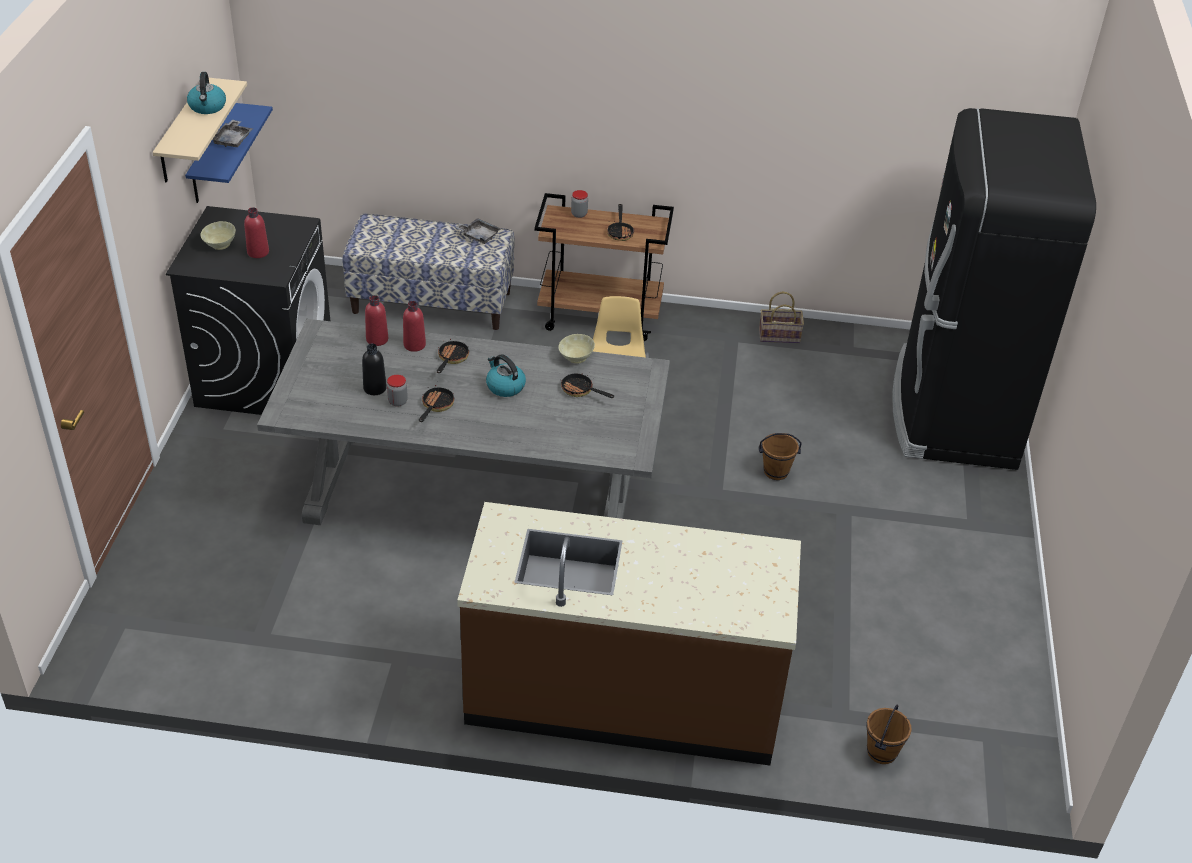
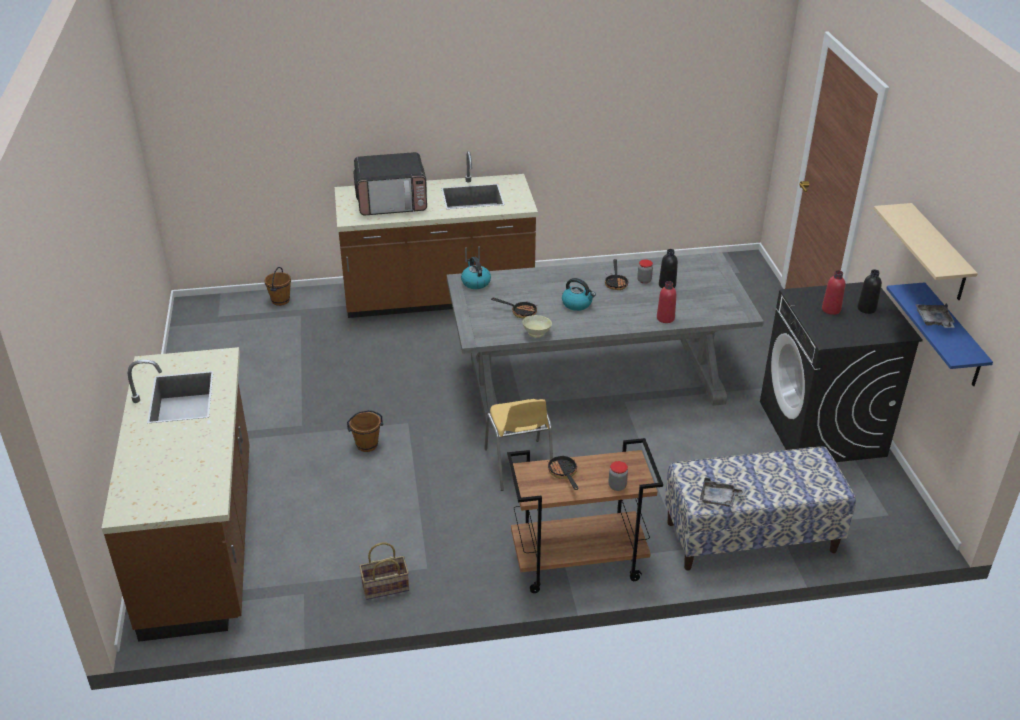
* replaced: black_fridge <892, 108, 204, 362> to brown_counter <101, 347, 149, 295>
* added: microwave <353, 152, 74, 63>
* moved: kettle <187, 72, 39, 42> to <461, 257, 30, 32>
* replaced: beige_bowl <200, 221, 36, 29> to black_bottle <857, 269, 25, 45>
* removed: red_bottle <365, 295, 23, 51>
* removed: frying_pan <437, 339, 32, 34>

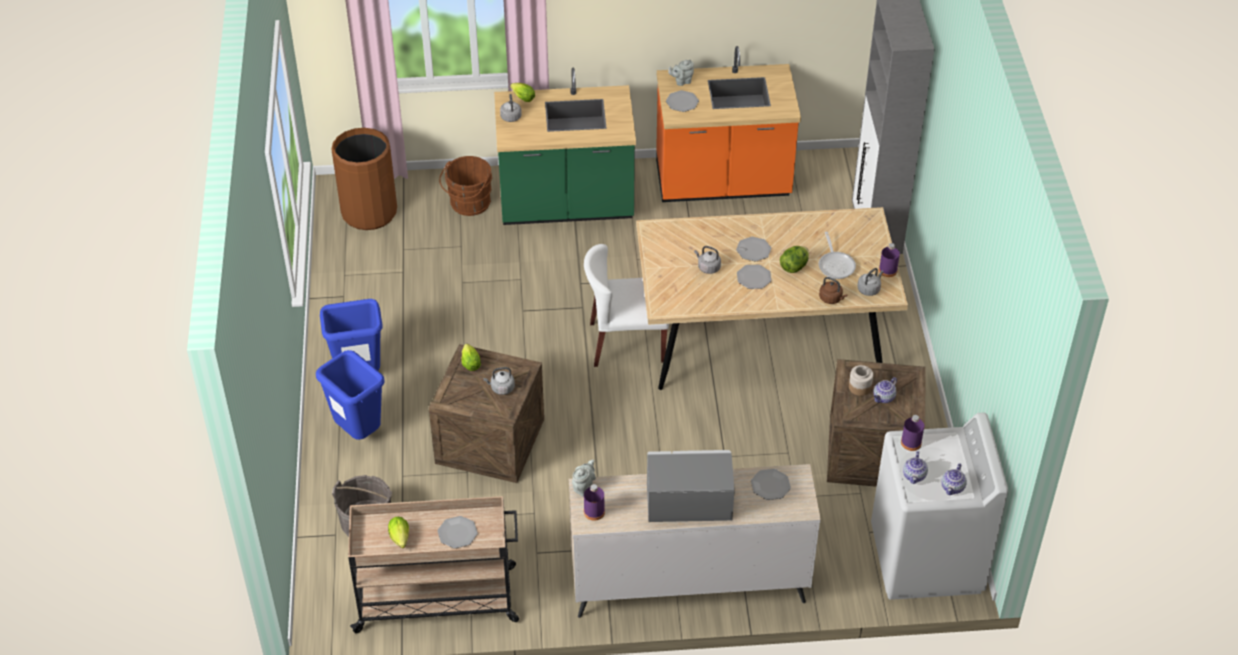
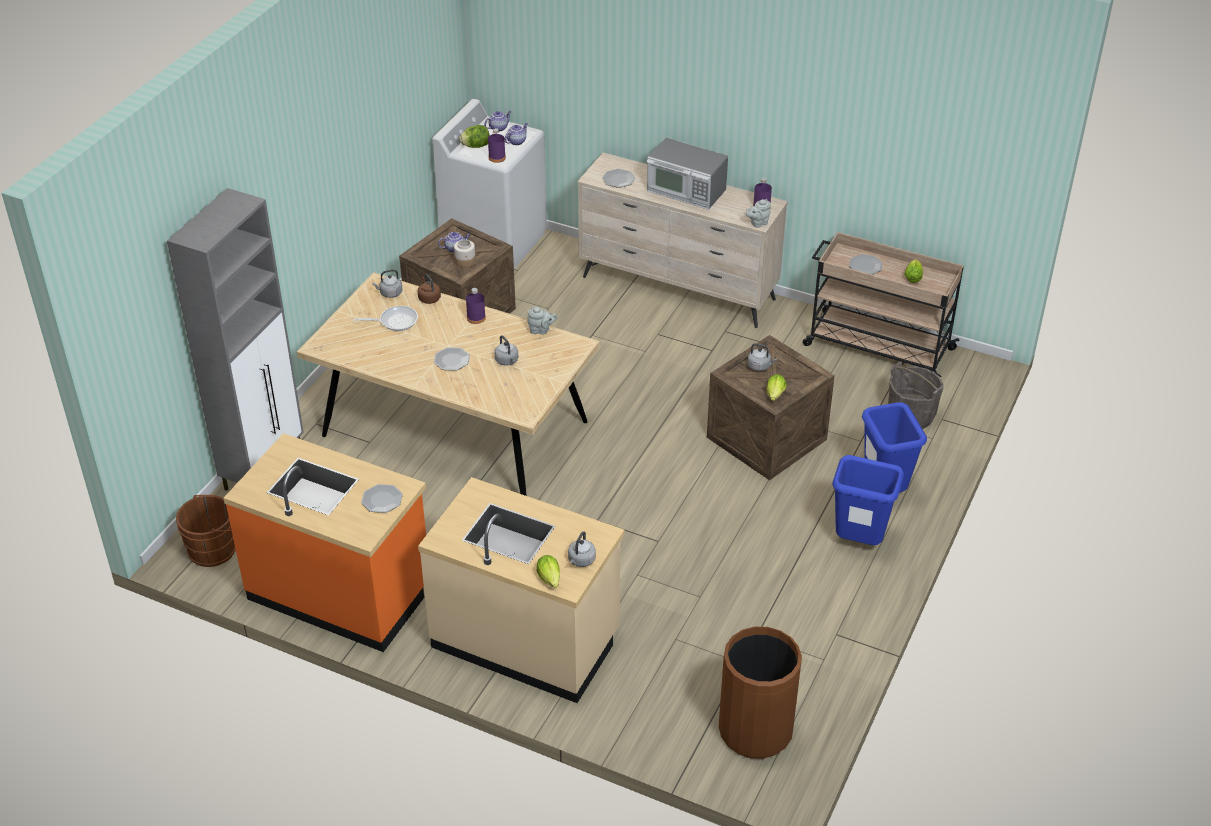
* moved: brown_bucket <439, 156, 53, 60> to <176, 495, 60, 72>
* turned: frying_pan <819, 232, 37, 47> = <353, 306, 65, 25> 60 degrees clockwise
* recoloured: green_counter <494, 68, 142, 157> to beige_counter <418, 477, 206, 226>
* moved: lettuce <780, 246, 29, 27> to <459, 125, 31, 23>
* moved: purple_bottle <879, 243, 21, 34> to <466, 288, 20, 36>
* moved: grey_teapot <668, 60, 26, 26> to <527, 307, 31, 28>
* removed: white_chair <584, 244, 85, 123>
* removed: plate <737, 265, 34, 24>

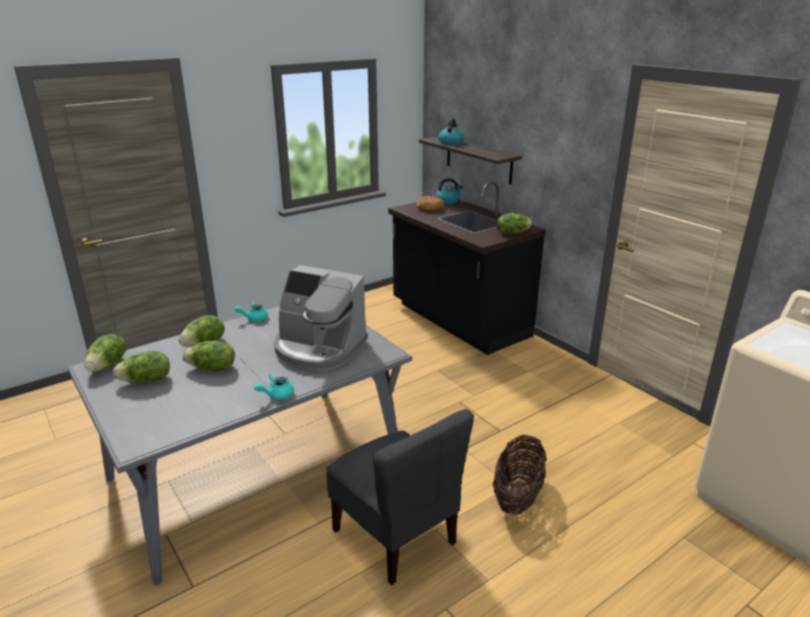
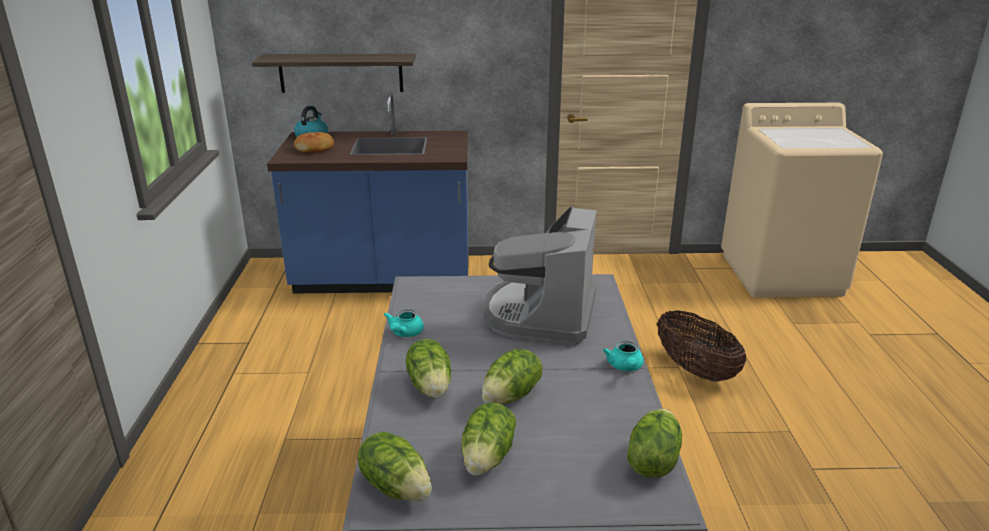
* recoloured: black_counter <388, 182, 158, 173> to blue_counter <267, 92, 202, 202>
* turned: coffee_machine <274, 265, 94, 106> = <484, 206, 113, 139> 135 degrees clockwise
* moved: lettuce <497, 213, 35, 21> to <627, 409, 55, 69>
* removed: grey_chair <326, 409, 148, 176>
* removed: kettle <439, 118, 25, 27>

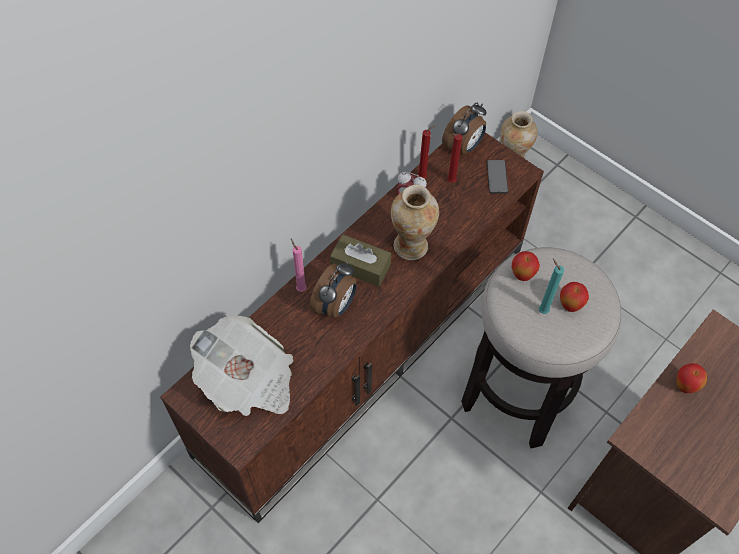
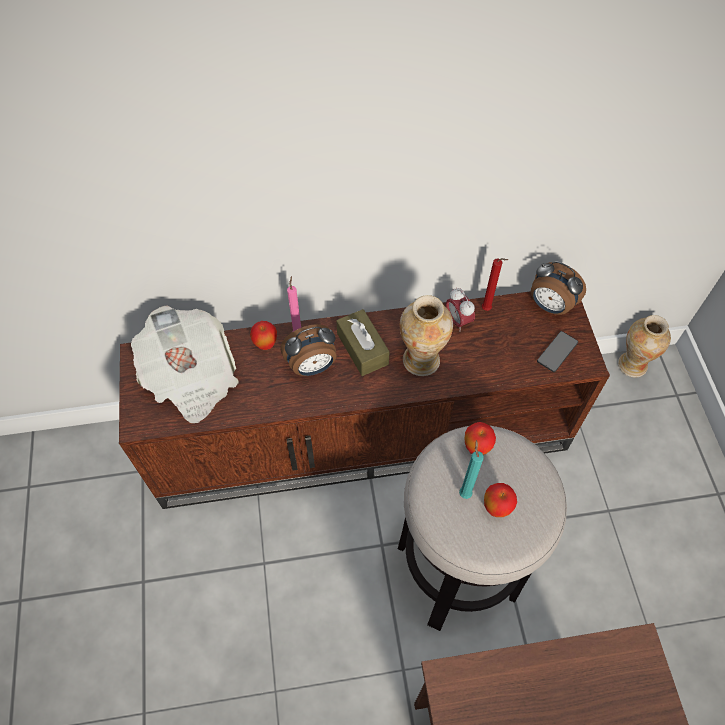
* moved: apple <676, 363, 31, 30> to <250, 321, 27, 29>
* turned: alarm_clock <442, 103, 45, 51> = <531, 261, 55, 54> 45 degrees clockwise
* removed: red_candle <447, 133, 15, 50>

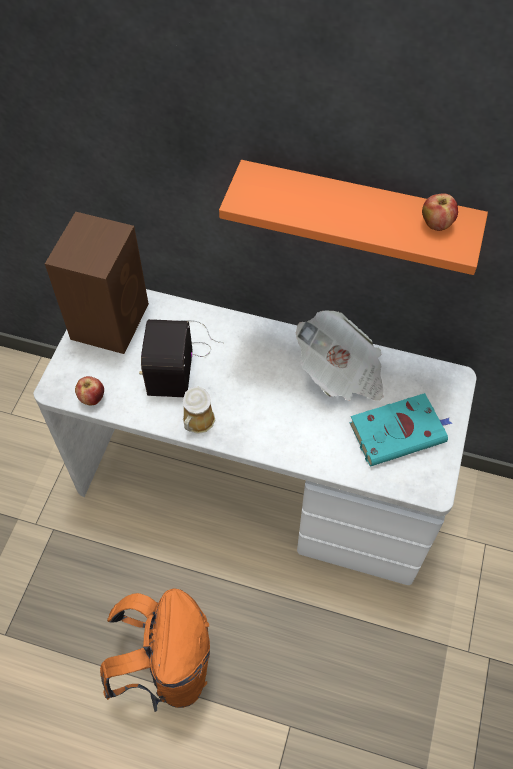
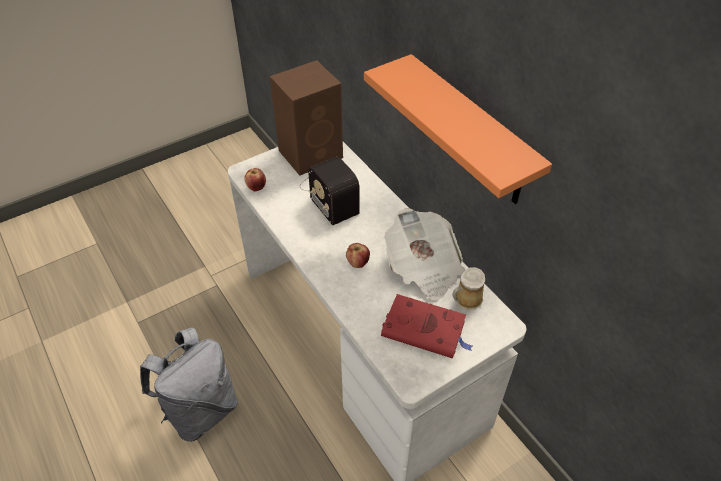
* recoloured: orange_backpack <100, 589, 110, 123> to grey_backpack <140, 327, 98, 115>
* turned: radio <139, 319, 85, 78> = <300, 157, 60, 68> 75 degrees counterclockwise
* moved: apple <422, 193, 36, 38> to <346, 243, 24, 25>
* recoloured: turquoise_book <350, 393, 102, 73> to red_book <381, 294, 92, 65>
* moved: mug <183, 386, 32, 48> to <452, 267, 33, 43>

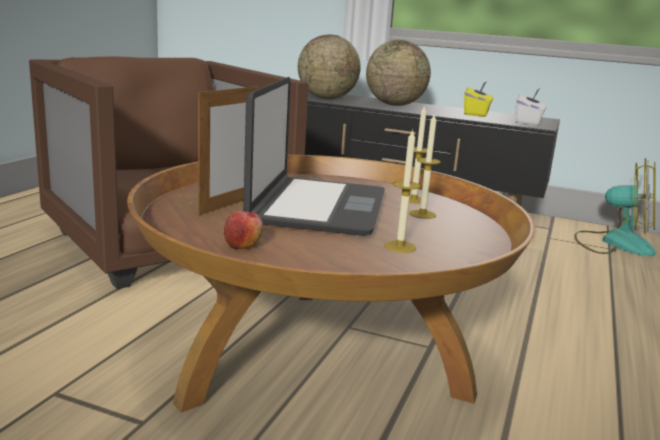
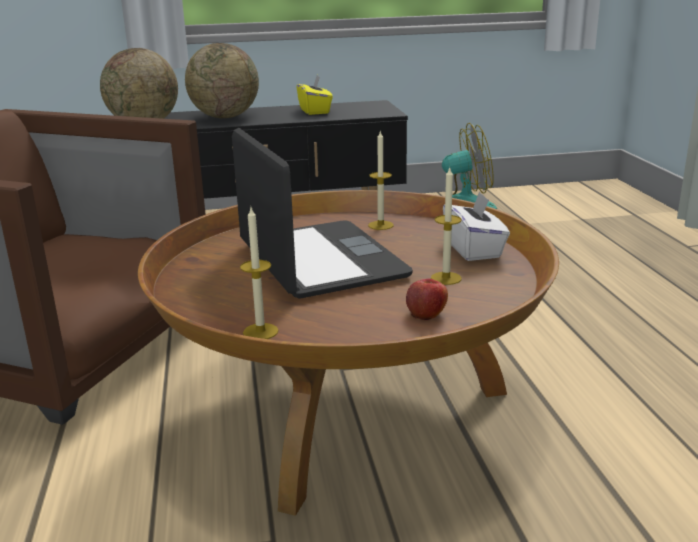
* moved: candle <409, 114, 32, 105> to <240, 208, 39, 131>
* moved: apple <224, 211, 39, 38> to <406, 279, 42, 41>
* moved: white_tissue_box <515, 88, 32, 38> to <443, 191, 67, 70>
* removed: picture_frame <198, 84, 61, 131>

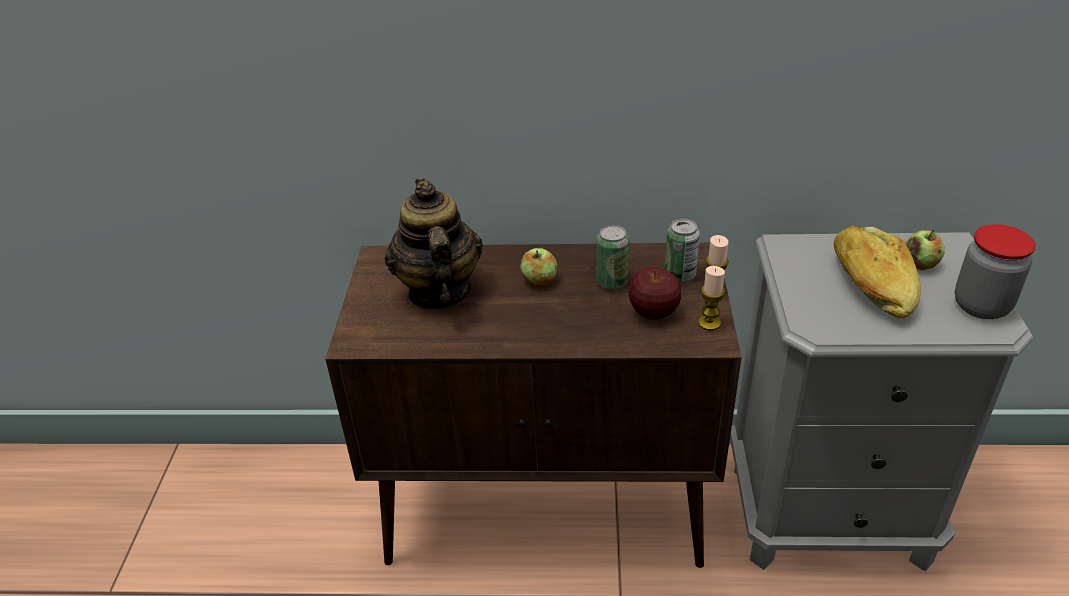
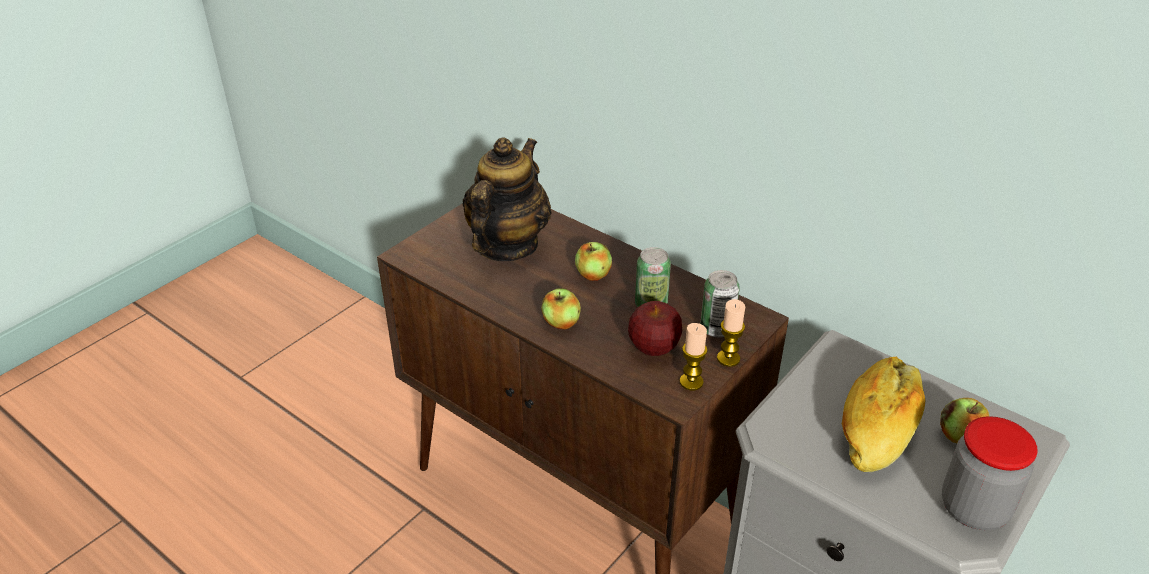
* added: apple <541, 288, 40, 42>

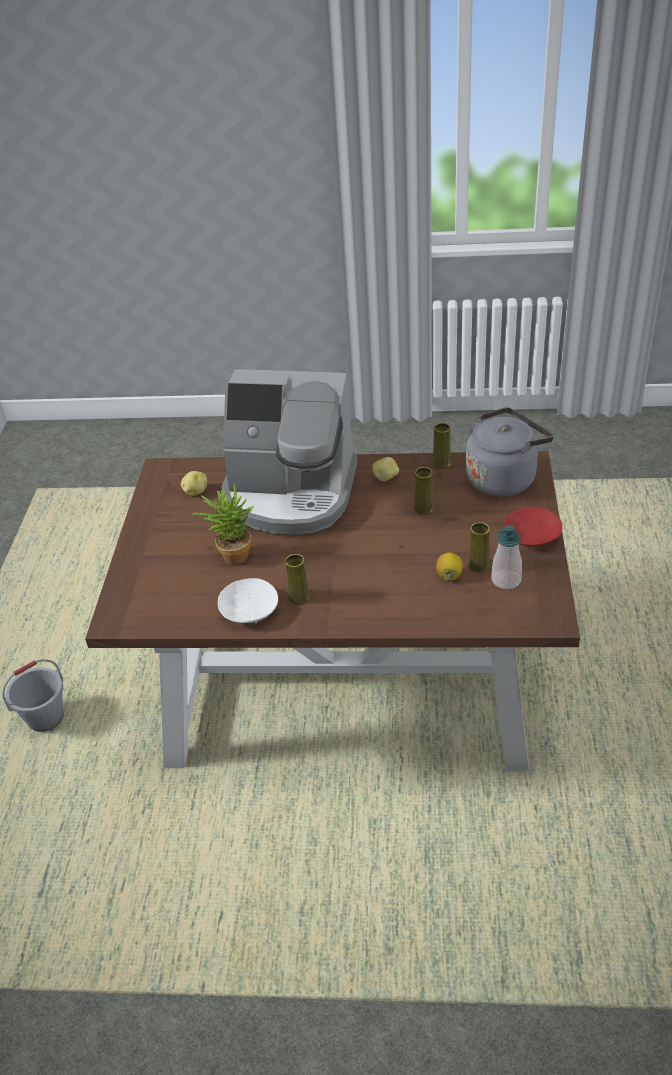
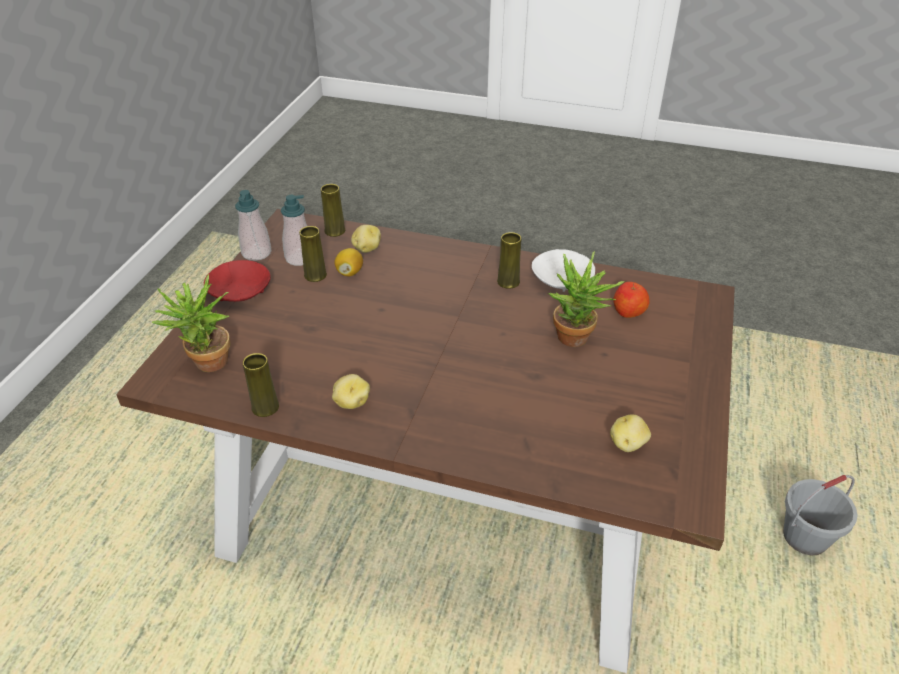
* replaced: grey_kettle <466, 407, 88, 90> to potted_plant <152, 274, 78, 98>
* added: soap_dispenser <235, 190, 36, 71>
* moved: yellow_vase <414, 467, 20, 48> to <321, 184, 24, 53>
* added: potato <351, 225, 30, 28>
* added: apple <614, 282, 35, 36>
* removed: coffee_machine <222, 369, 136, 166>

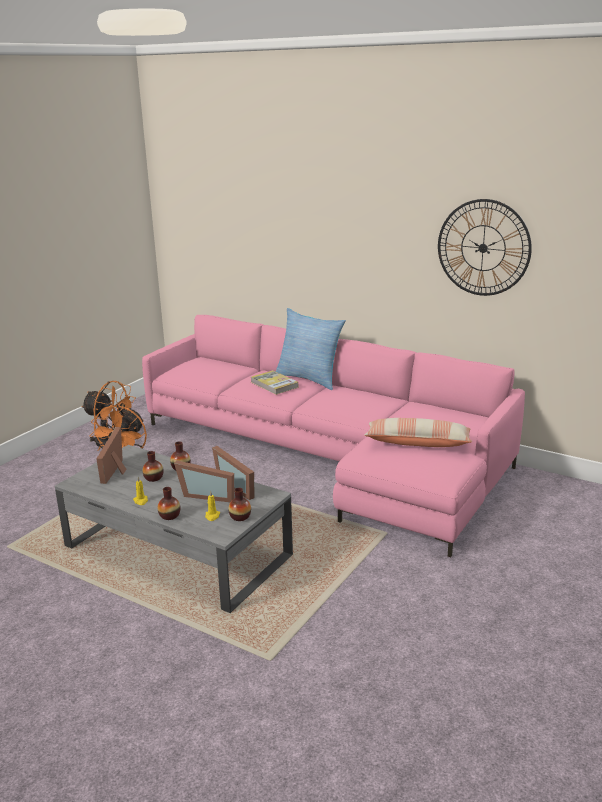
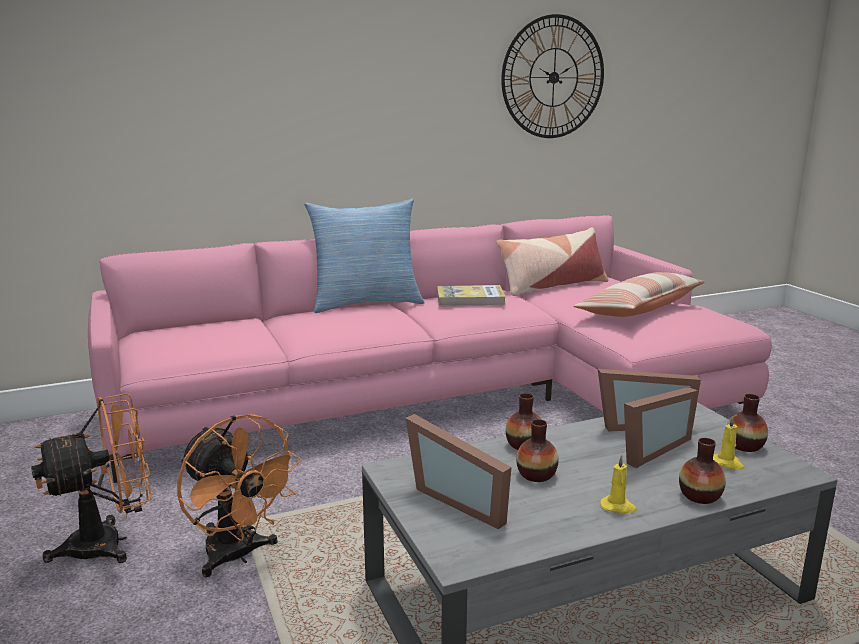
* moved: book <251, 370, 47, 25> to <437, 285, 69, 21>
* added: pillow <496, 228, 112, 68>

